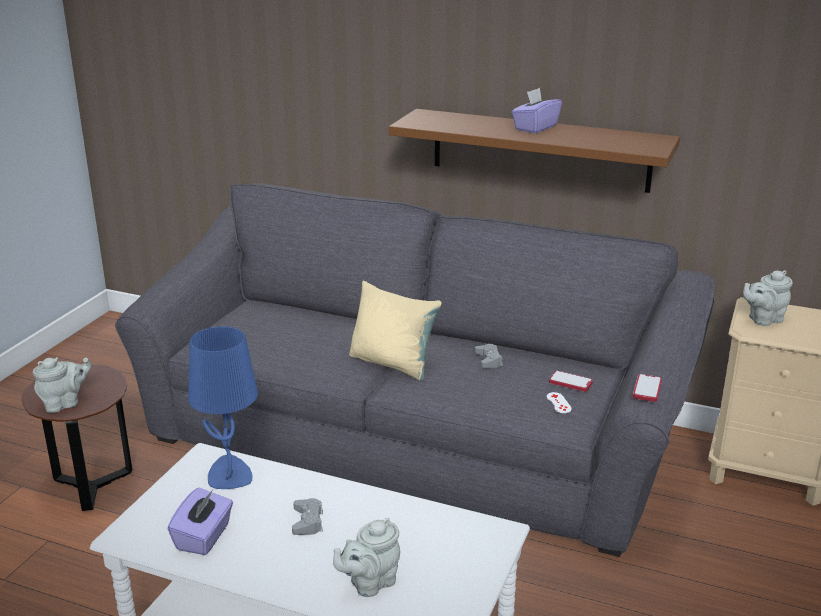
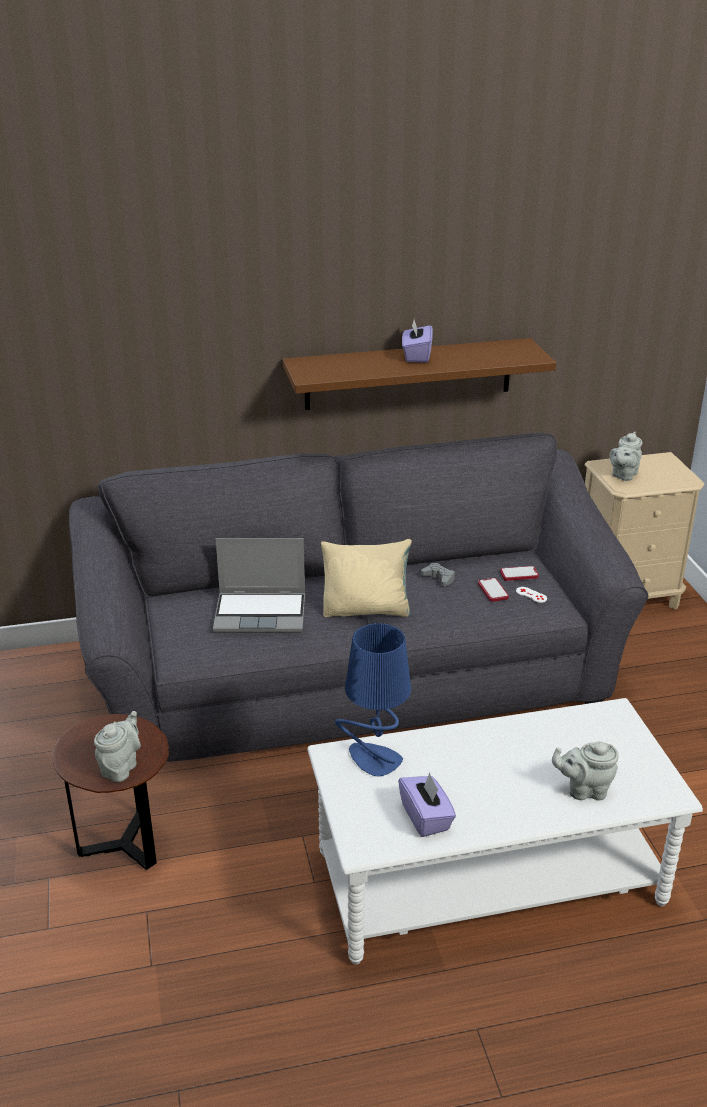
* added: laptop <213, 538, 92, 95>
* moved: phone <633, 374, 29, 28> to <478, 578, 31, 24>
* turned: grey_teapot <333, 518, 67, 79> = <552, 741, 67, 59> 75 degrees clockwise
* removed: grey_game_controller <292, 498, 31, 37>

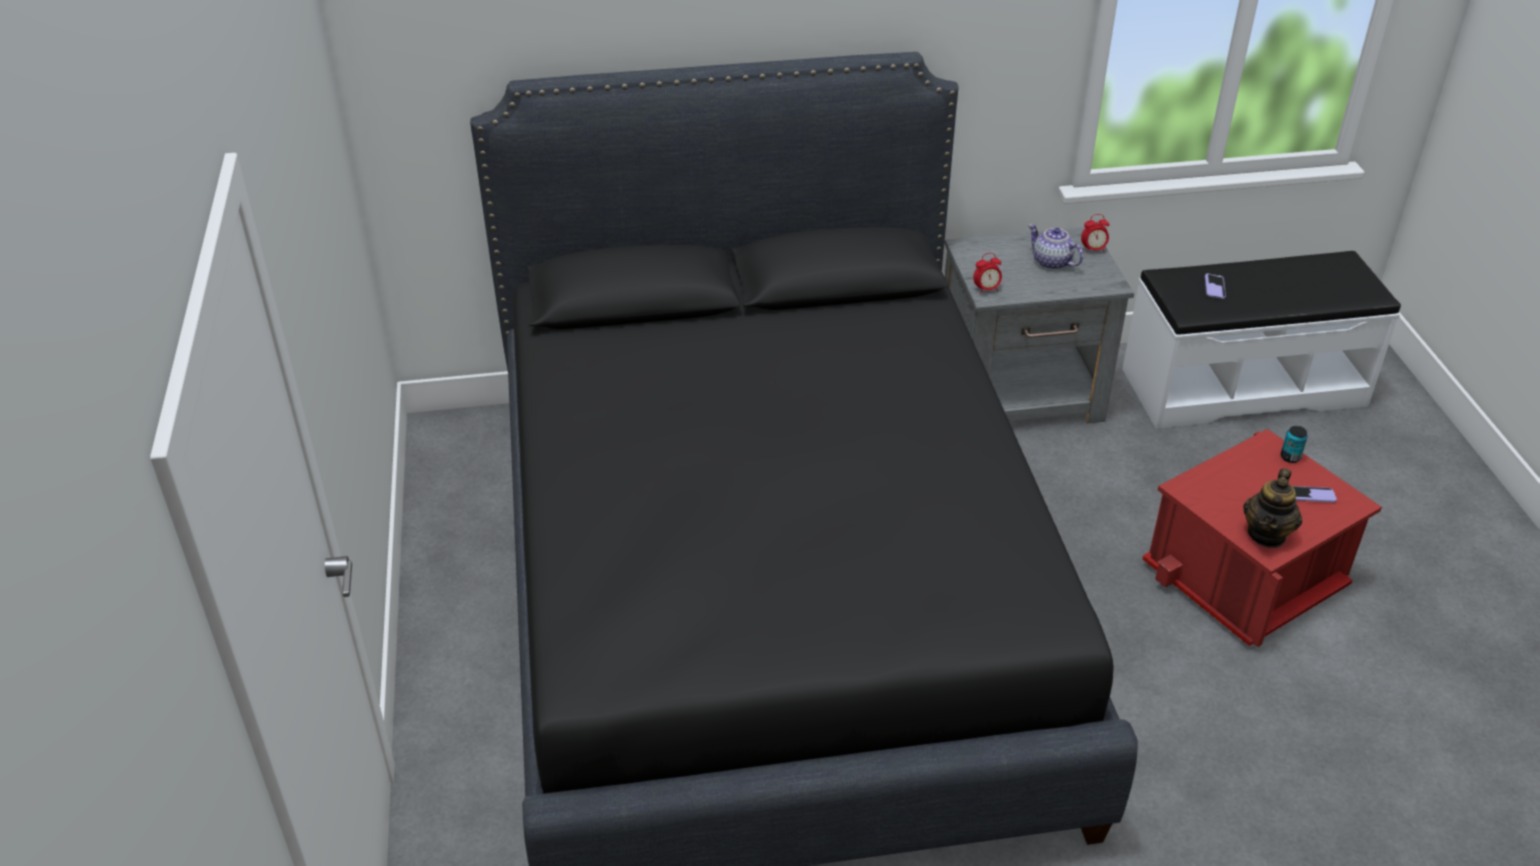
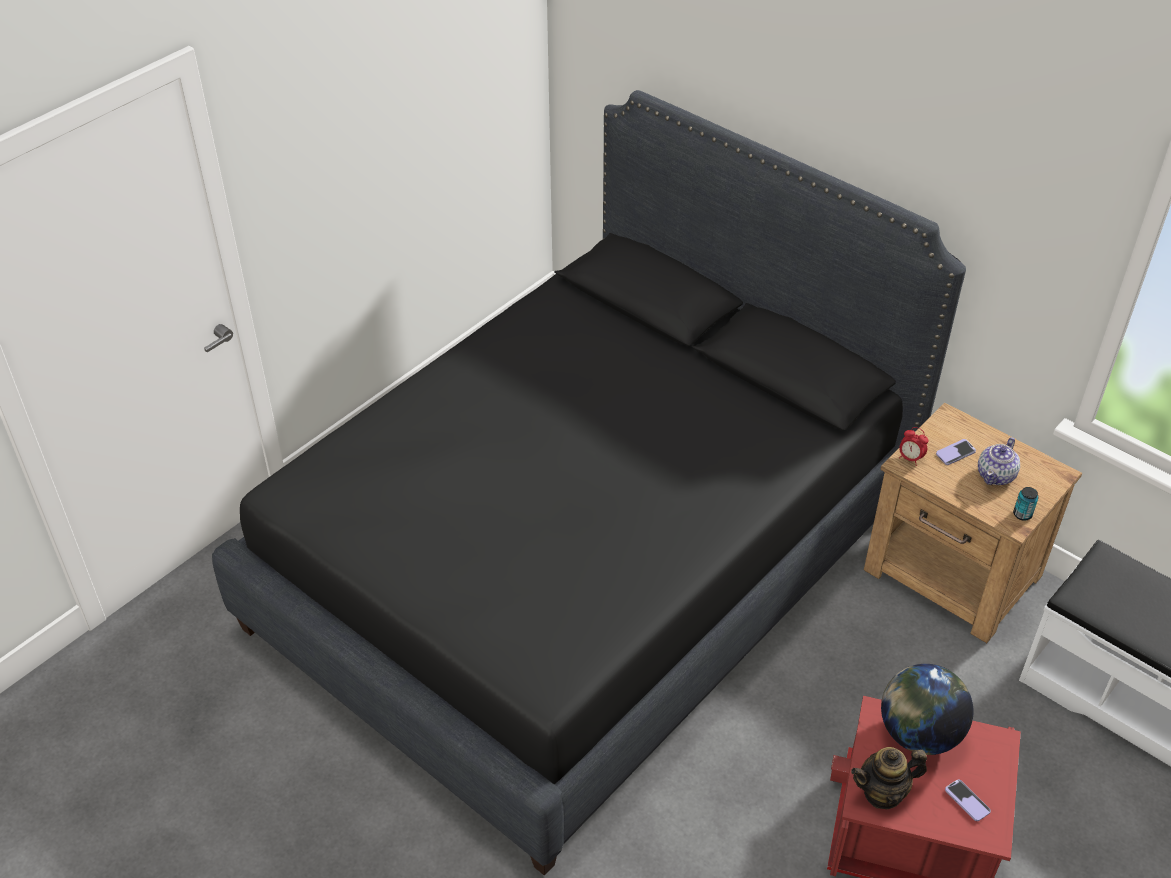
* recoloured: grey_nightstand <944, 227, 190, 197> to brown_nightstand <864, 403, 218, 240>
* added: globe <881, 664, 92, 91>
* moved: phone <1205, 273, 21, 26> to <936, 439, 40, 26>
* turned: teapot <1028, 224, 56, 46> = <978, 437, 42, 48> 150 degrees counterclockwise
* moved: can <1281, 426, 27, 37> to <1013, 487, 25, 34>
* removed: alarm_clock <1081, 214, 28, 40>

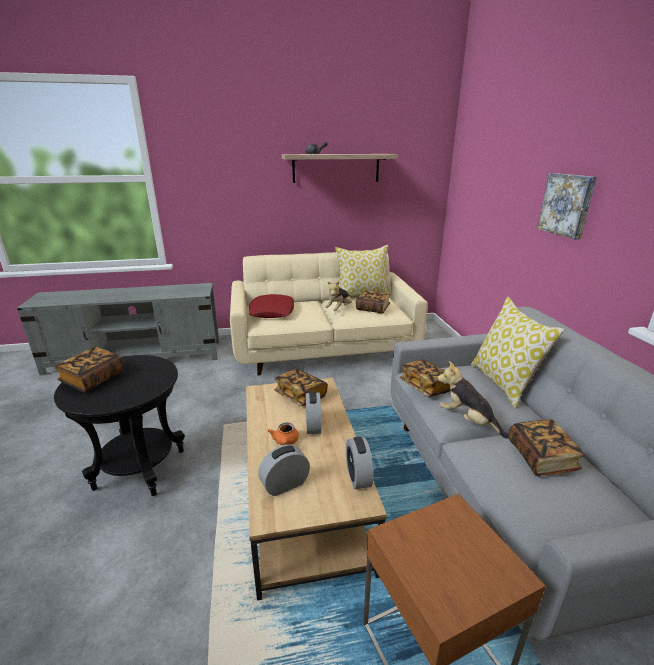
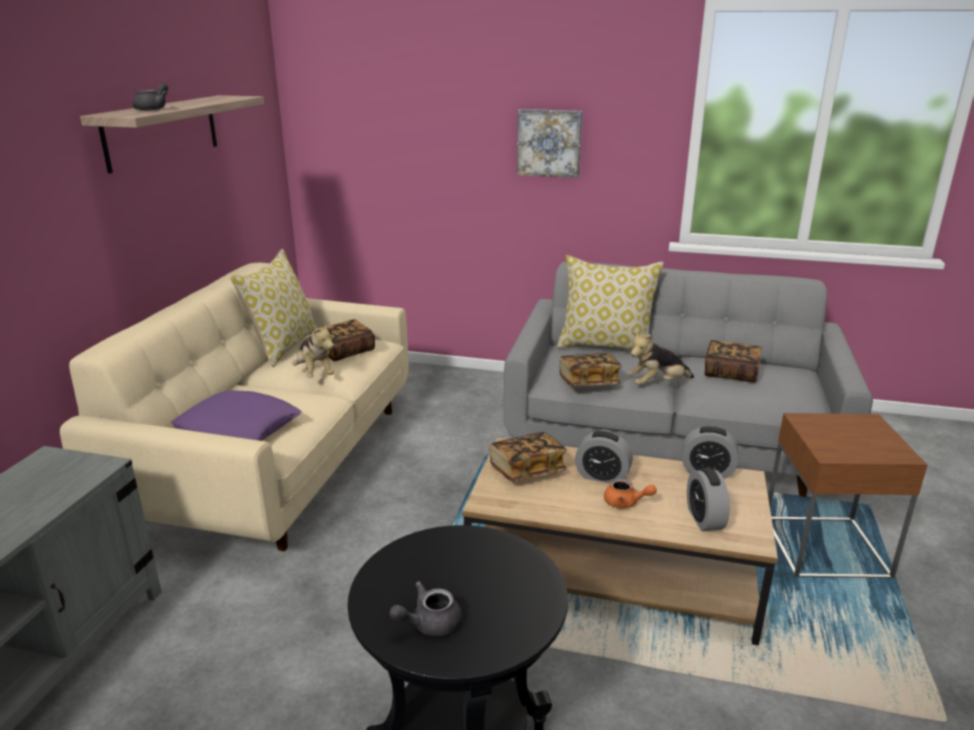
* recoloured: red_pillow <249, 294, 45, 24> to purple_pillow <171, 390, 131, 51>
* replaced: book <54, 347, 70, 46> to grey_teapot <390, 581, 72, 56>

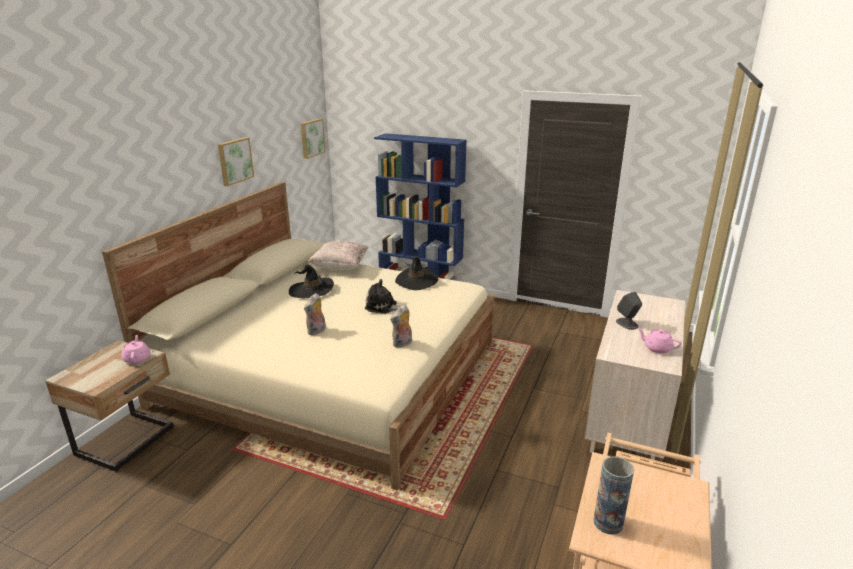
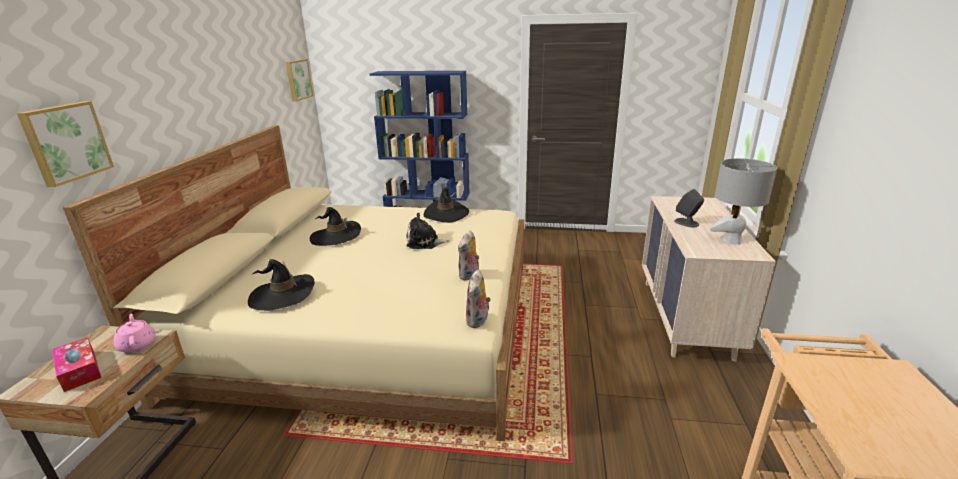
* moved: picture <218, 137, 36, 49> to <17, 101, 97, 86>
* added: tissue_box <52, 337, 49, 55>
* added: black_hat <248, 259, 67, 52>
* moved: plush_toy <304, 293, 22, 43> to <466, 269, 25, 59>
* replaced: pink_teapot <637, 328, 45, 25> to grey_table_lamp <710, 158, 67, 87>
* removed: beige_pillow <308, 241, 61, 29>
* removed: vase <593, 456, 41, 79>

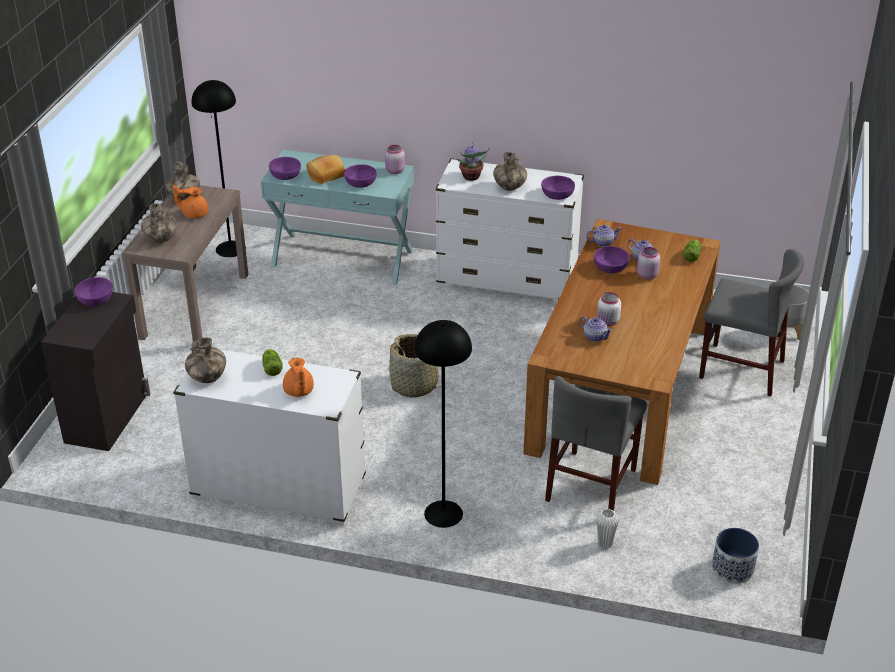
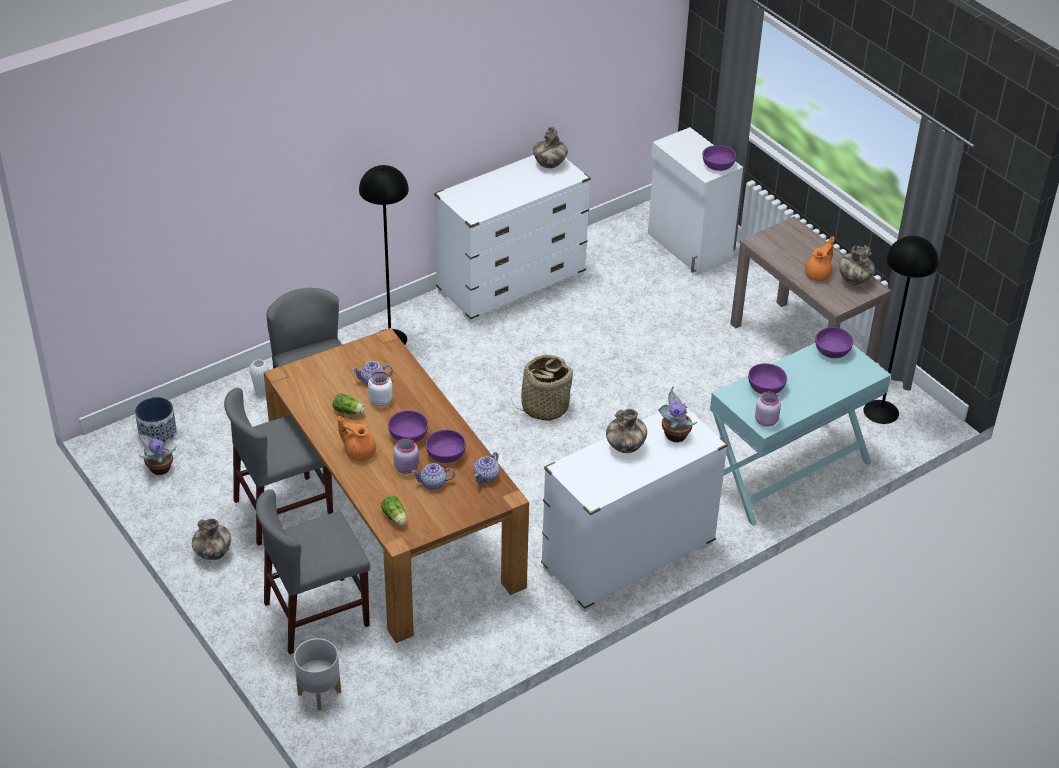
* added: potted_plant <139, 430, 37, 45>
* moved: vase <141, 203, 36, 40> to <192, 518, 39, 42>
* added: grey_chair <224, 388, 109, 158>
* moved: lettuce <262, 349, 21, 27> to <333, 393, 32, 22>
* moved: orange_teapot <283, 358, 31, 39> to <338, 416, 38, 45>
* moved: purple_bowl <541, 176, 34, 24> to <388, 410, 40, 33>
* recoloured: black_cabinet <41, 292, 109, 159> to white_cabinet <648, 127, 95, 148>
* removed: bread <306, 155, 39, 29>

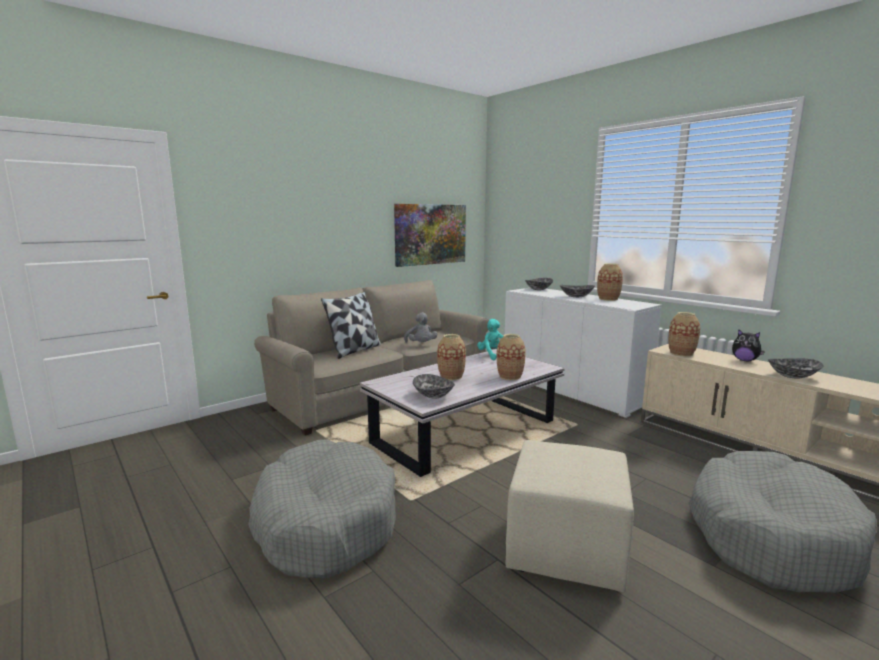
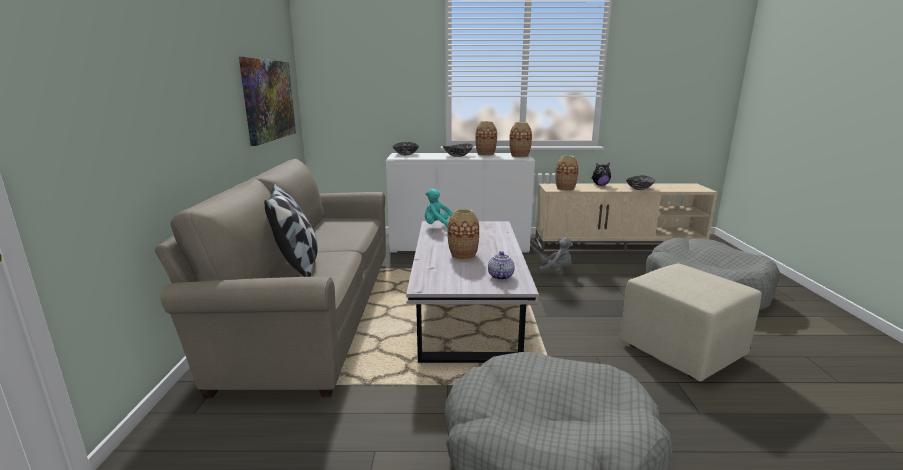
* replaced: bowl <413, 374, 42, 25> to teapot <488, 251, 27, 29>
* moved: vase <497, 334, 29, 46> to <509, 122, 23, 36>
* moved: grey_plush_toy <404, 312, 34, 31> to <539, 237, 34, 36>

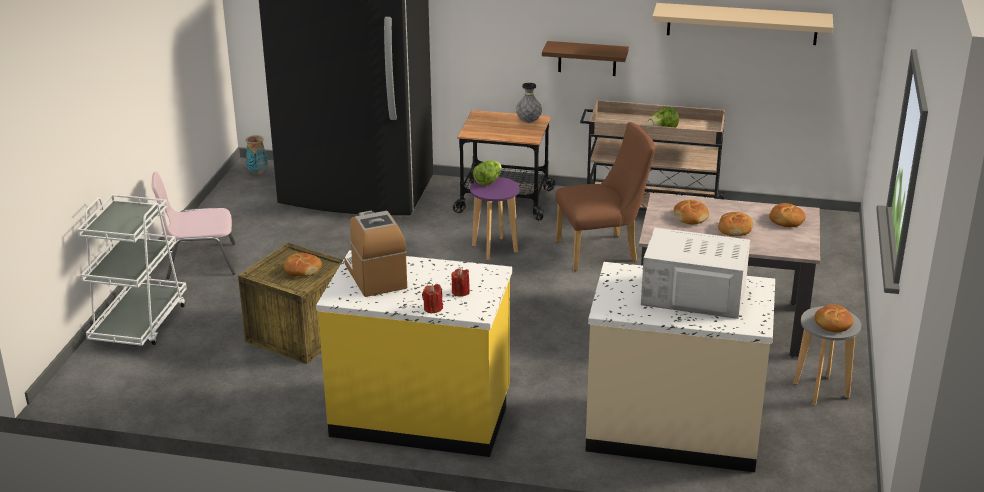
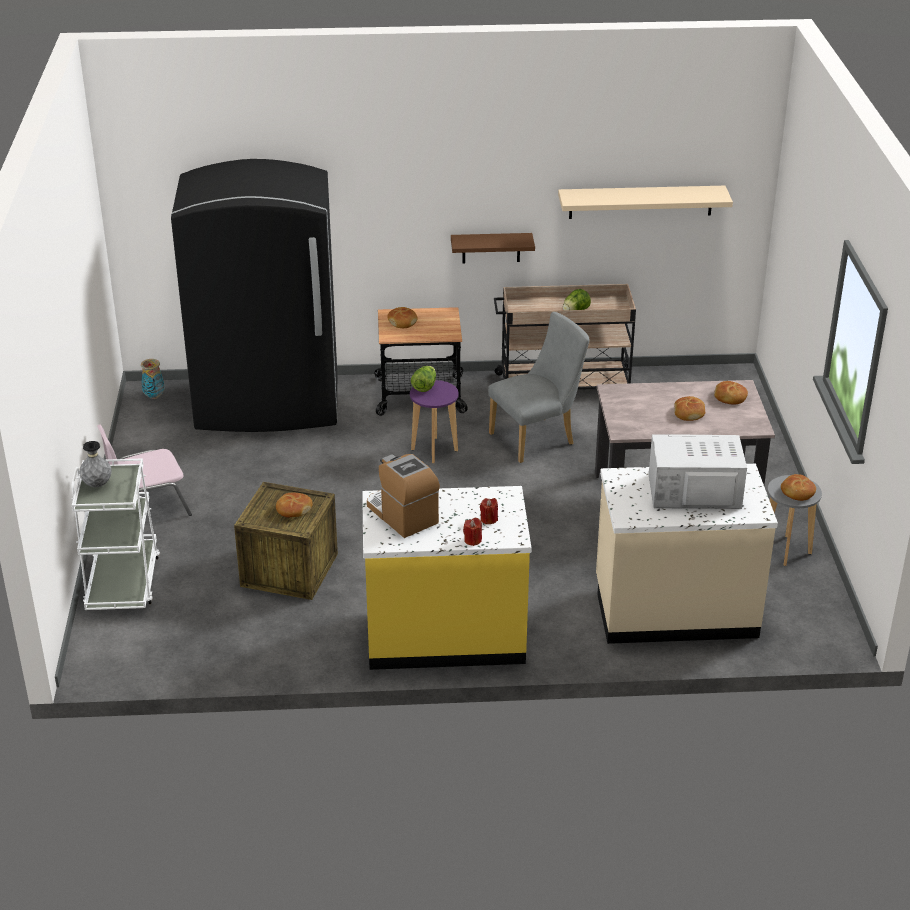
* moved: grey_vase <516, 83, 26, 40> to <79, 441, 33, 46>
* moved: bread <674, 200, 35, 24> to <387, 307, 30, 21>
* recoloured: brown_chair <555, 122, 100, 149> to grey_chair <488, 312, 102, 151>

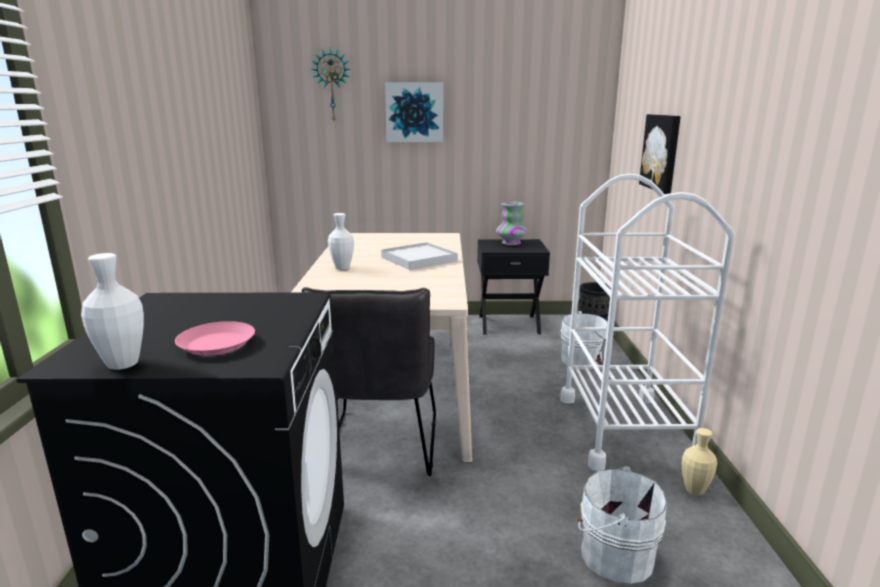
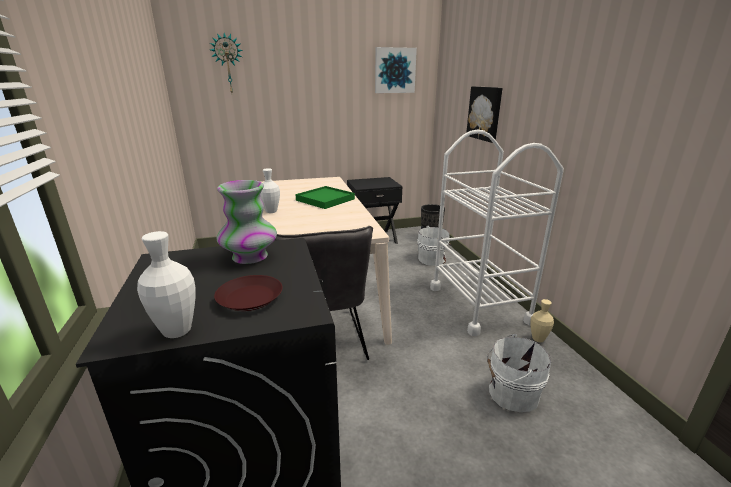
* recoloured: pink_plate <175, 321, 80, 35> to brown_plate <214, 275, 69, 36>
* moved: vase <496, 201, 31, 44> to <217, 180, 60, 84>
* recoloured: white_tray <381, 242, 77, 28> to green_tray <295, 186, 60, 23>
* moved: picture <385, 82, 58, 60> to <375, 47, 42, 46>

